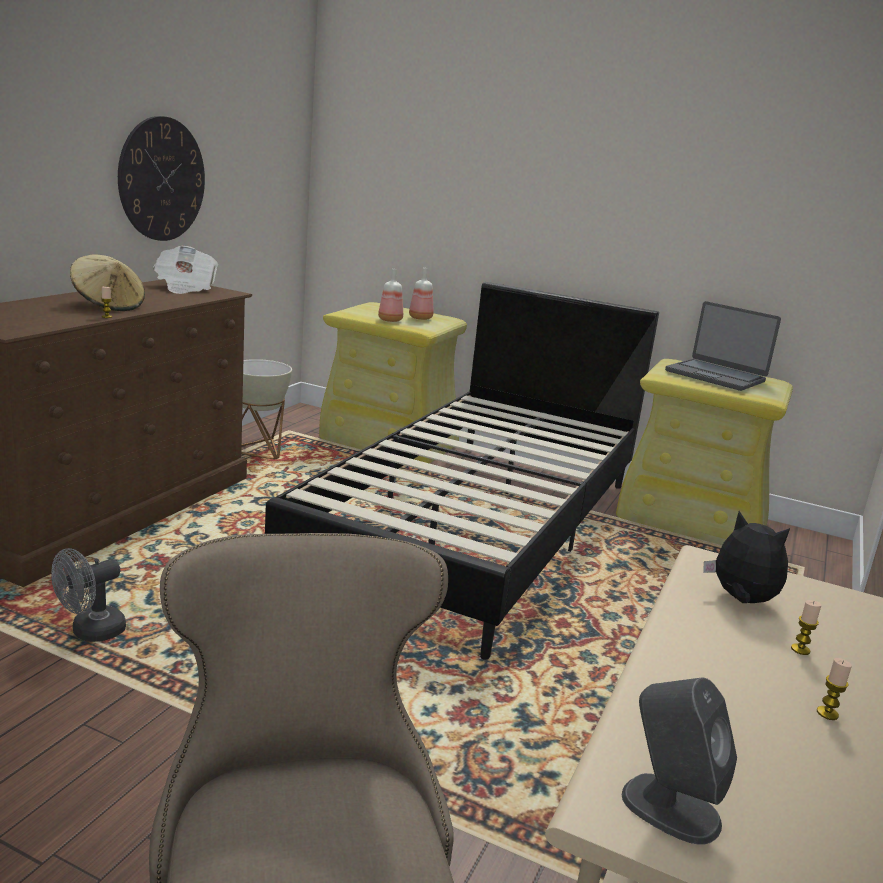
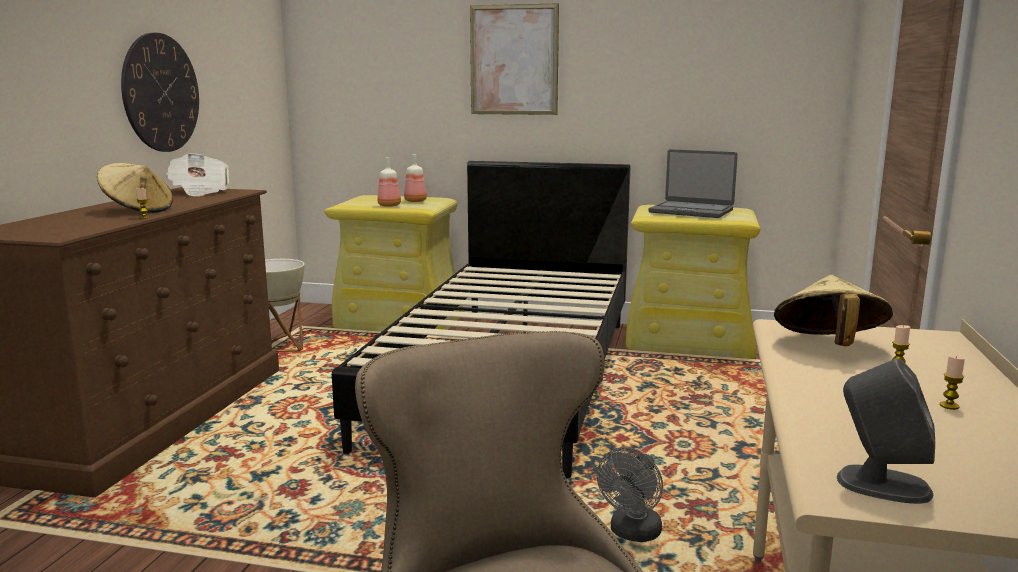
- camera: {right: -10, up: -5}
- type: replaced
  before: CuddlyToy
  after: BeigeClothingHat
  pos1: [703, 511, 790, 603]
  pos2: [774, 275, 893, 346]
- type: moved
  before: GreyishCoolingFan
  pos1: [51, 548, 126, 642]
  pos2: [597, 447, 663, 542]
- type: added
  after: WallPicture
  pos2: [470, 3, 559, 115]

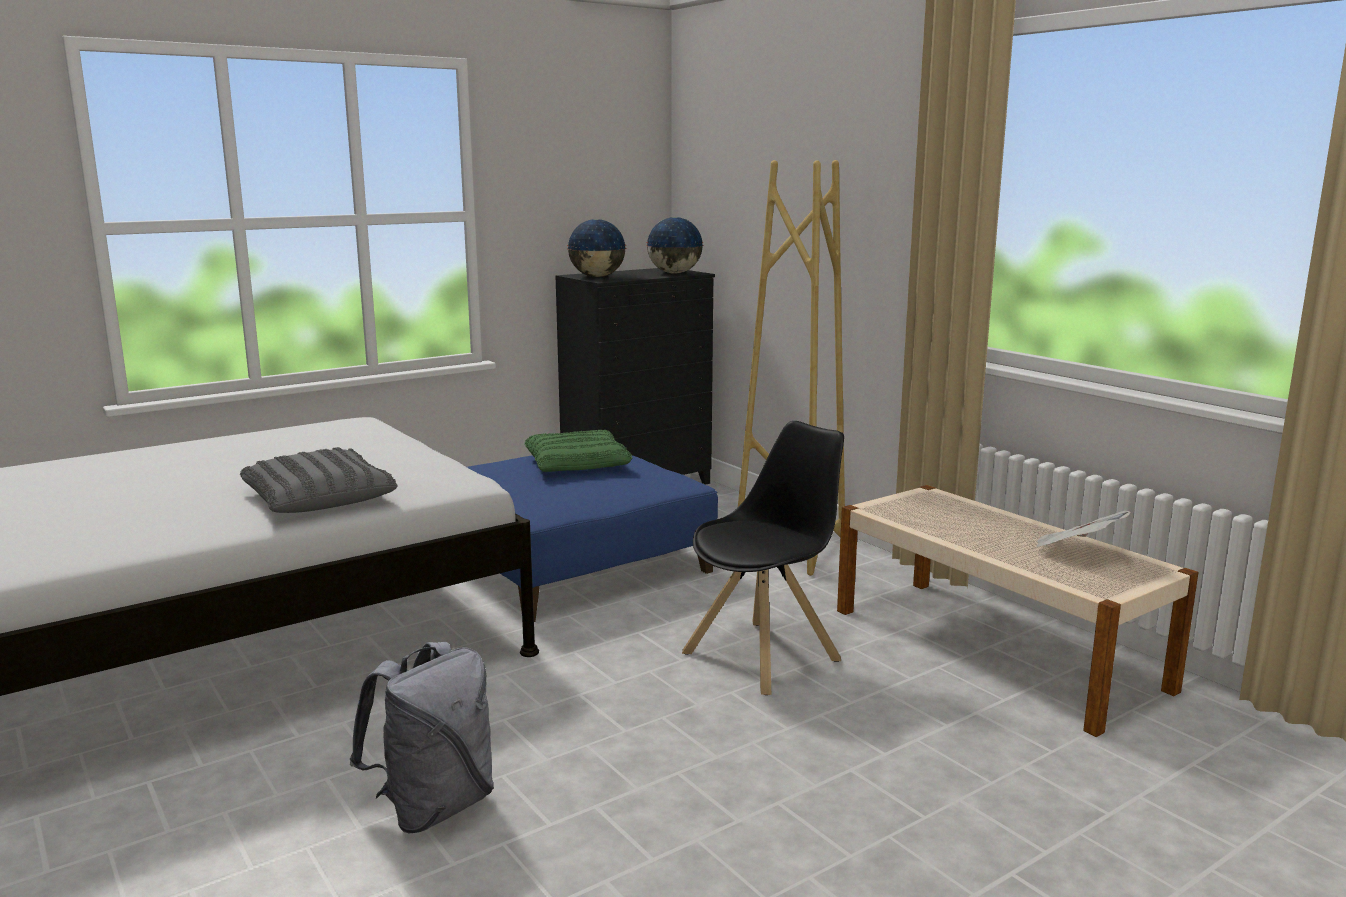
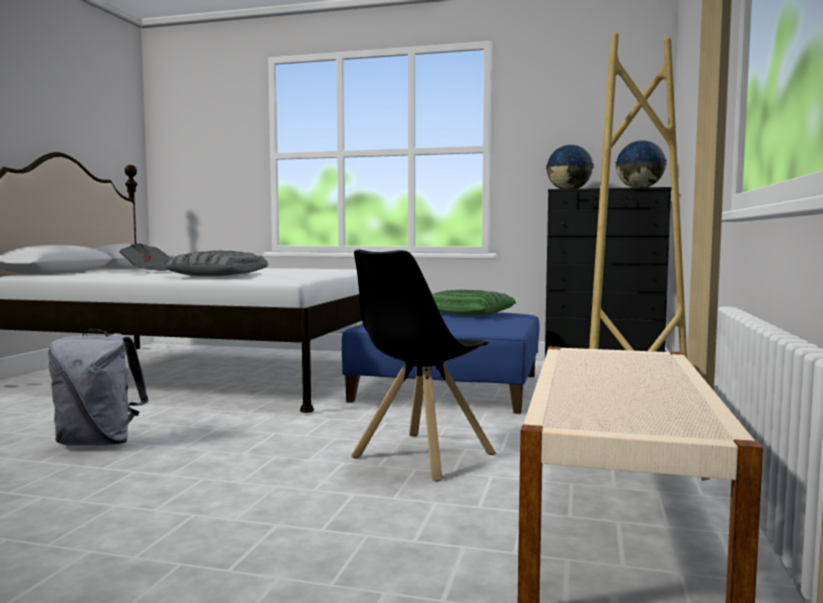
- camera: {right: 50, up: -10}
- type: turned
  before: BlackishPlainChair
  pos1: [682, 421, 844, 695]
  pos2: [351, 249, 496, 481]
  turn: 120
- type: moved
  before: PrintedPaper
  pos1: [1035, 511, 1130, 548]
  pos2: [120, 244, 170, 271]

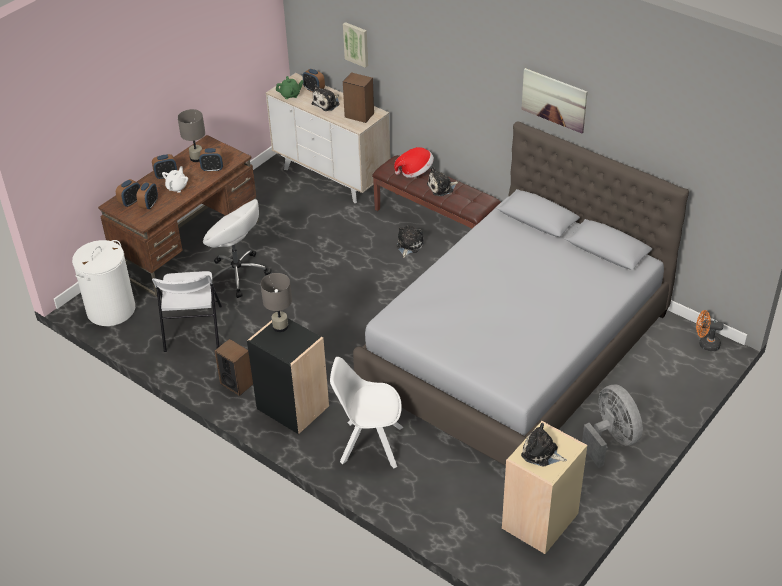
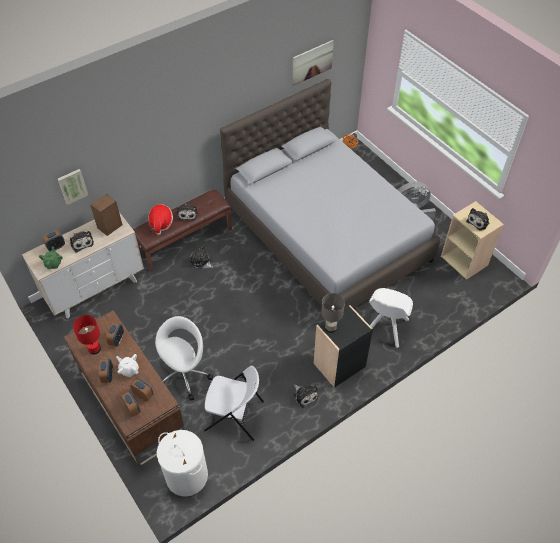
- camera: {right: -75, up: 10}
- type: moved
  before: WallPicture
  pos1: [521, 68, 588, 133]
  pos2: [292, 40, 334, 86]
- type: recoloured
  before: GreyishTableLamp
  after: ReddishTableLamp
  pos1: [178, 109, 205, 162]
  pos2: [73, 315, 101, 355]
- type: replaced
  before: Speaker
  after: CuddlyToy
  pos1: [215, 339, 253, 396]
  pos2: [293, 384, 318, 408]

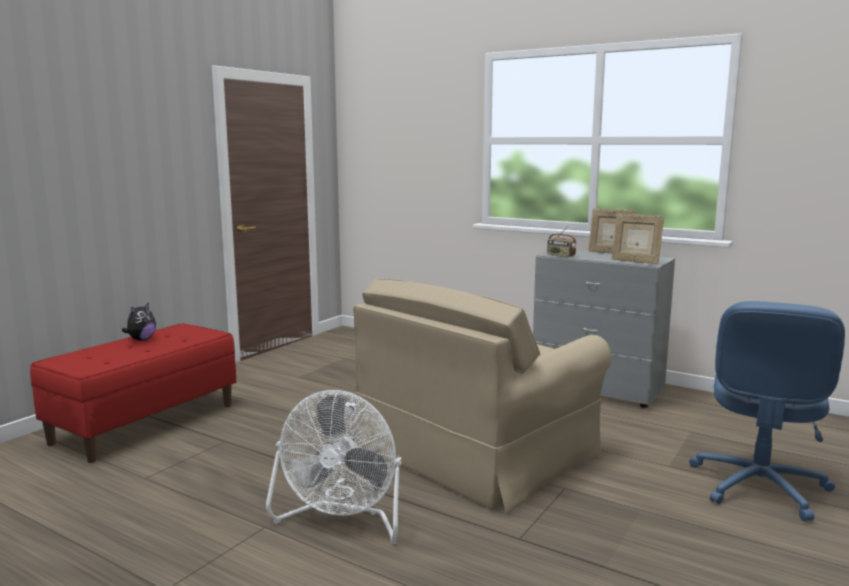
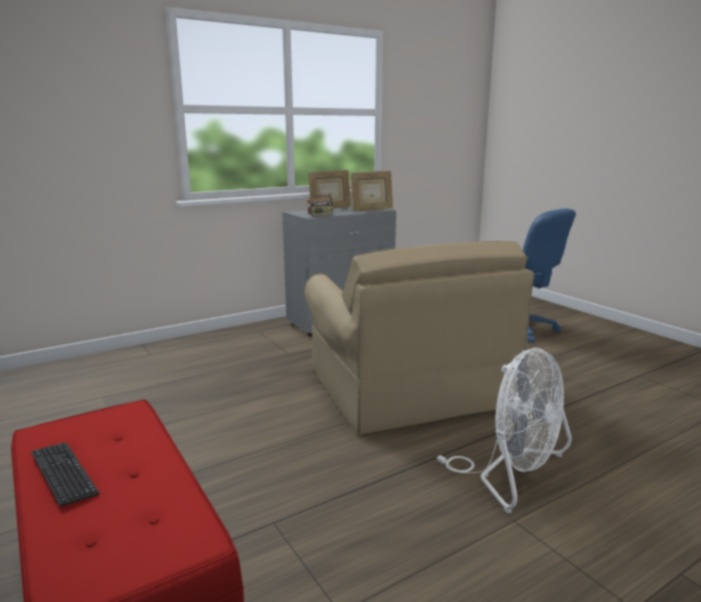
- camera: {right: -65, up: 5}
- type: replaced
  before: CuddlyToy
  after: Keyboard
  pos1: [122, 302, 156, 341]
  pos2: [31, 443, 99, 507]

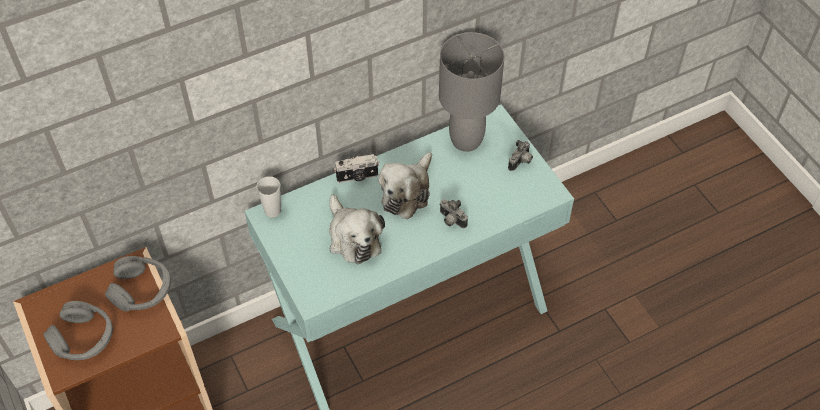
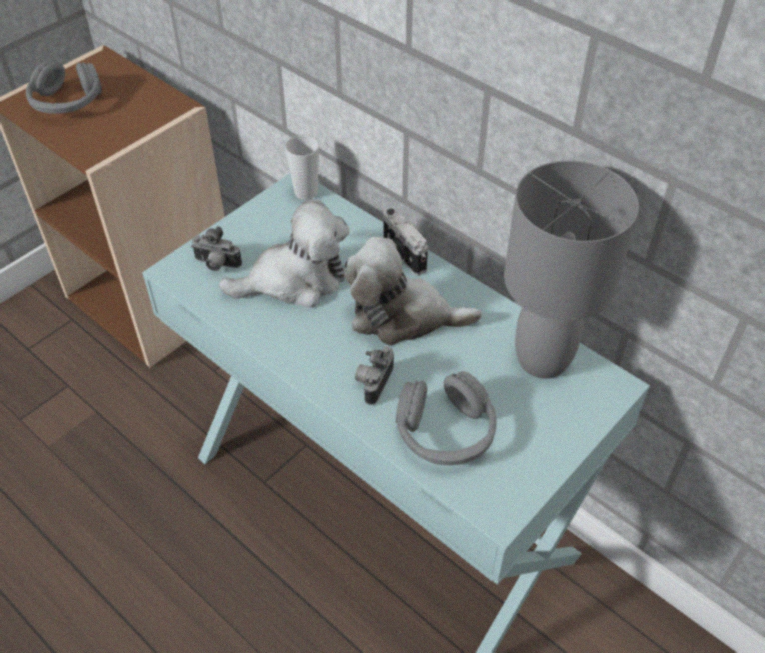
- camera: {right: 70, up: -5}
- type: moved
  before: PhotoCamera
  pos1: [508, 140, 533, 171]
  pos2: [191, 226, 242, 271]
- type: turned
  before: CuddlyToy
  pos1: [329, 195, 385, 264]
  pos2: [219, 199, 350, 308]
  turn: -150
- type: moved
  before: GreyishPairOfHeadphones
  pos1: [105, 256, 171, 311]
  pos2: [396, 371, 497, 465]

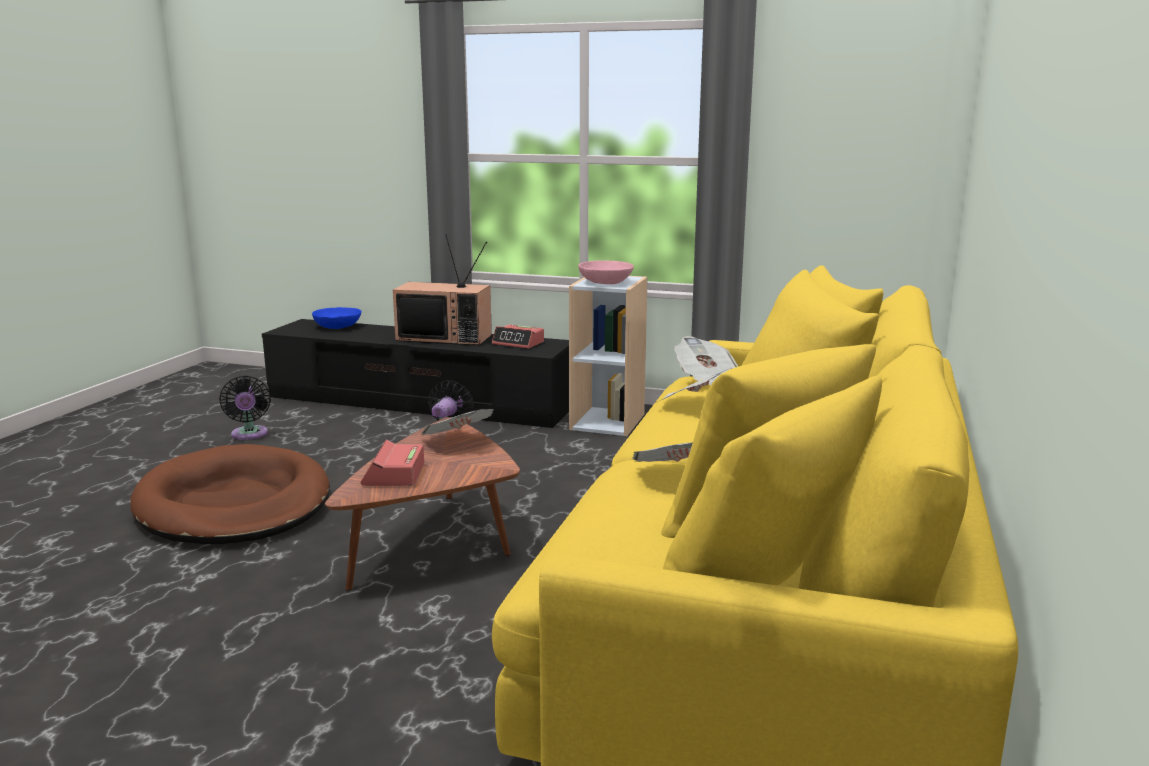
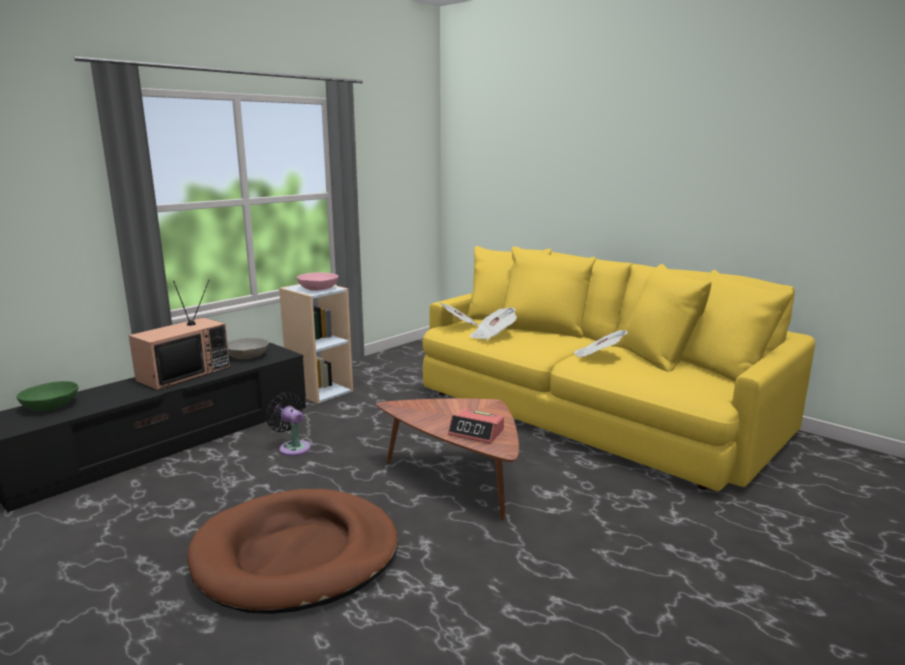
- camera: {right: -65, up: 0}
- type: recoloured
  before: BluishBowl
  after: GreenColouredBowl
  pos1: [312, 307, 361, 329]
  pos2: [17, 381, 79, 411]
- type: replaced
  before: AlarmClock
  after: GreyishBowl
  pos1: [492, 325, 544, 349]
  pos2: [227, 338, 269, 359]
- type: removed
  before: BlackishCoolingFan
  pos1: [219, 376, 271, 440]
- type: removed
  before: PrintedPaper
  pos1: [421, 409, 494, 435]

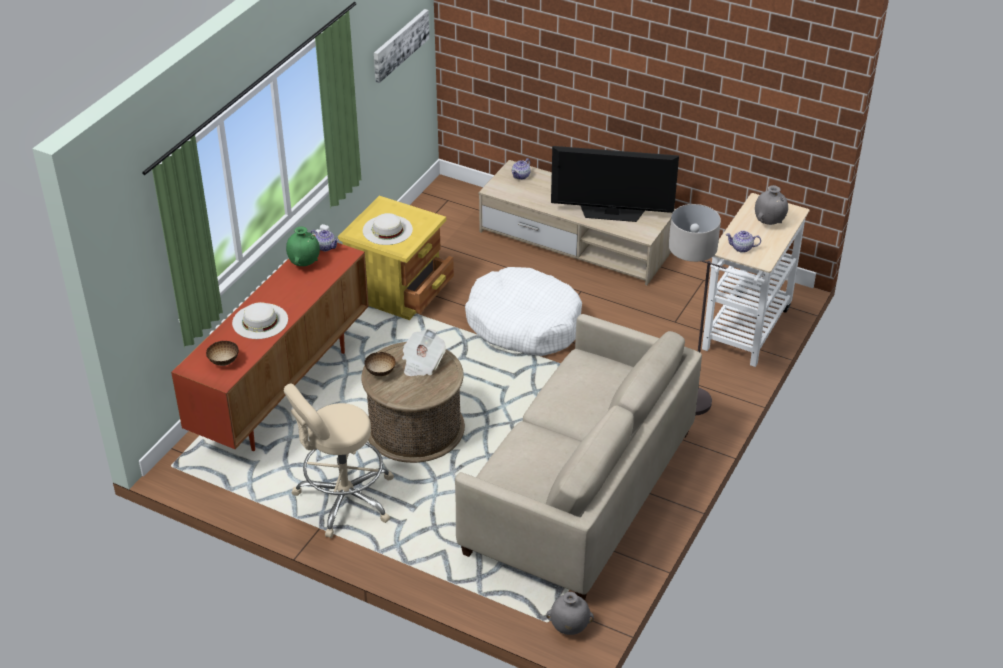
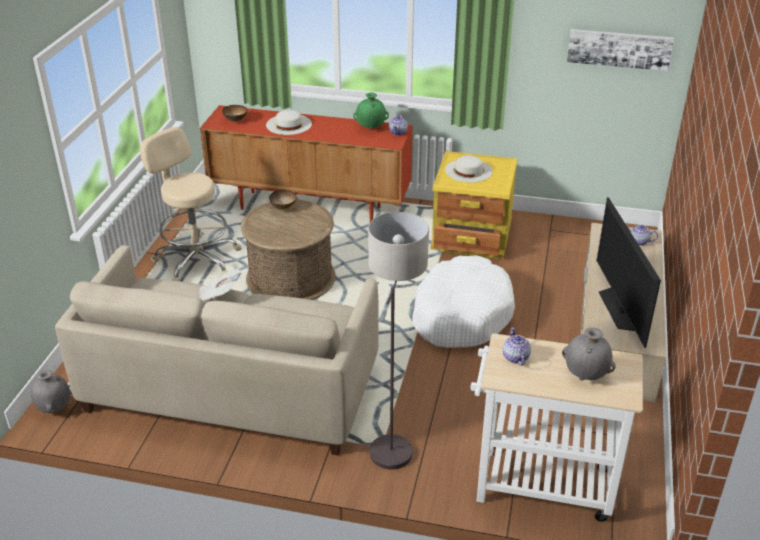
- camera: {right: 75, up: -5}
- type: moved
  before: PrintedPaper
  pos1: [402, 329, 446, 376]
  pos2: [199, 268, 242, 301]

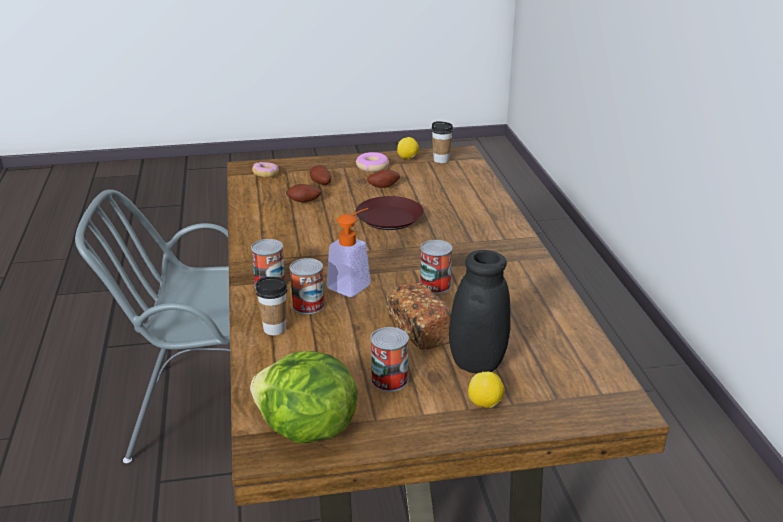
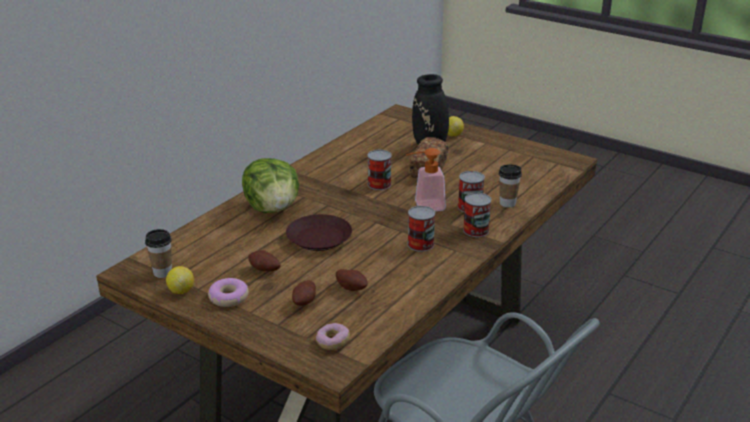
- camera: {right: -135, up: 0}
- type: moved
  before: SealedCan
  pos1: [371, 327, 409, 392]
  pos2: [407, 206, 435, 252]
- type: moved
  before: HeadOfLettuce
  pos1: [250, 351, 357, 444]
  pos2: [242, 158, 299, 213]

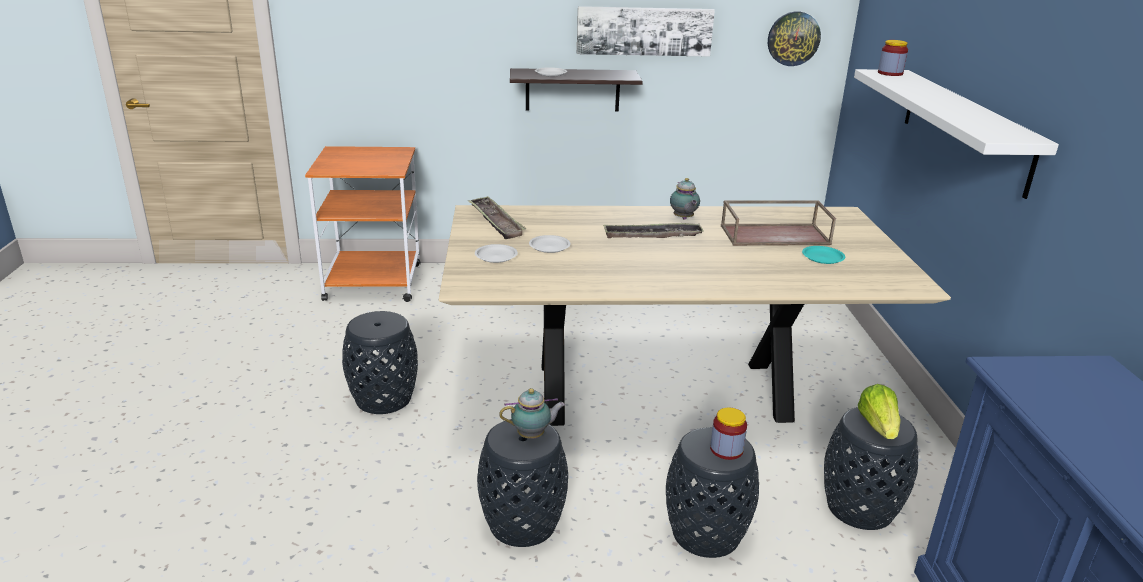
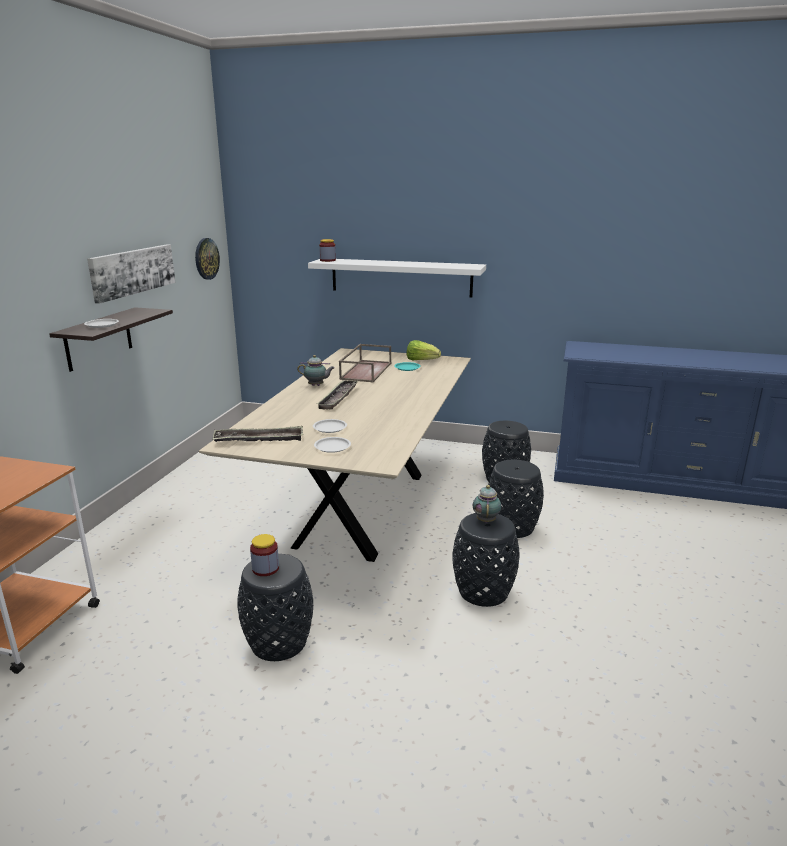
- camera: {right: -70, up: -5}
- type: moved
  before: HeadOfLettuce
  pos1: [858, 384, 901, 439]
  pos2: [406, 340, 441, 360]
- type: moved
  before: StorageJar
  pos1: [710, 407, 747, 460]
  pos2: [250, 534, 279, 576]

